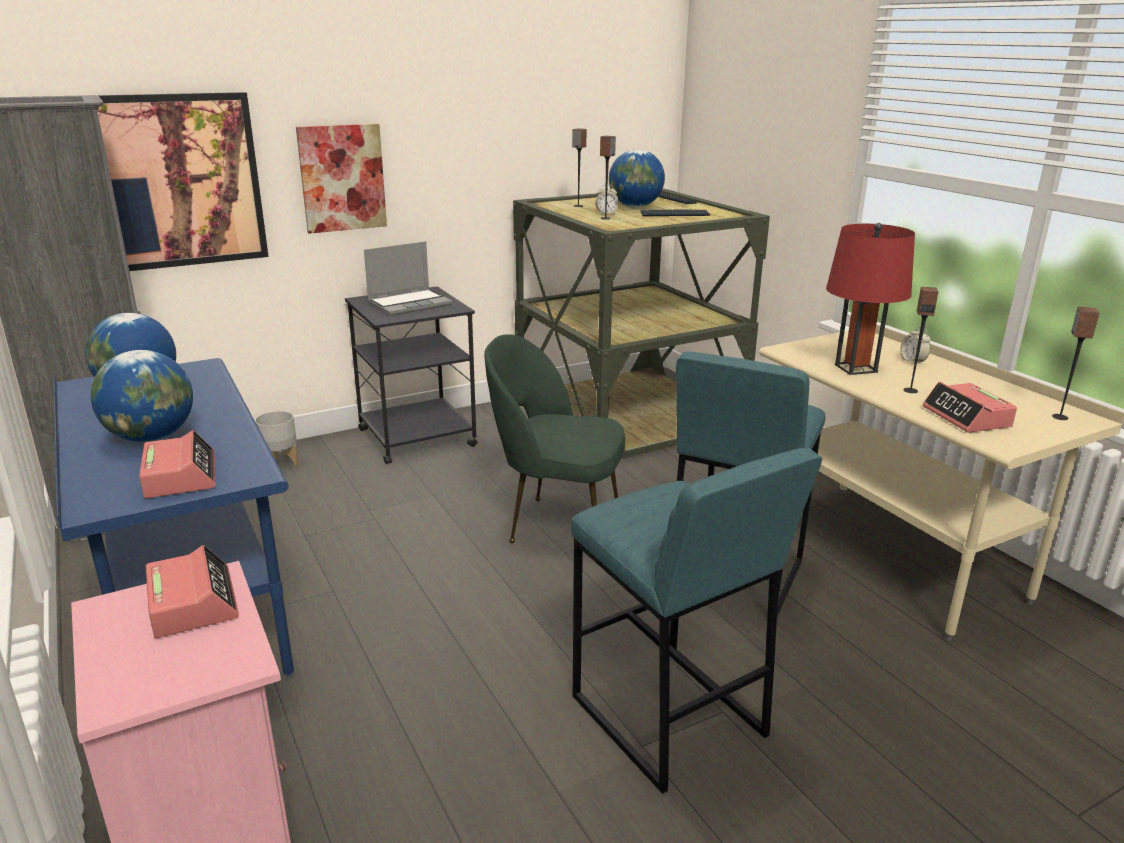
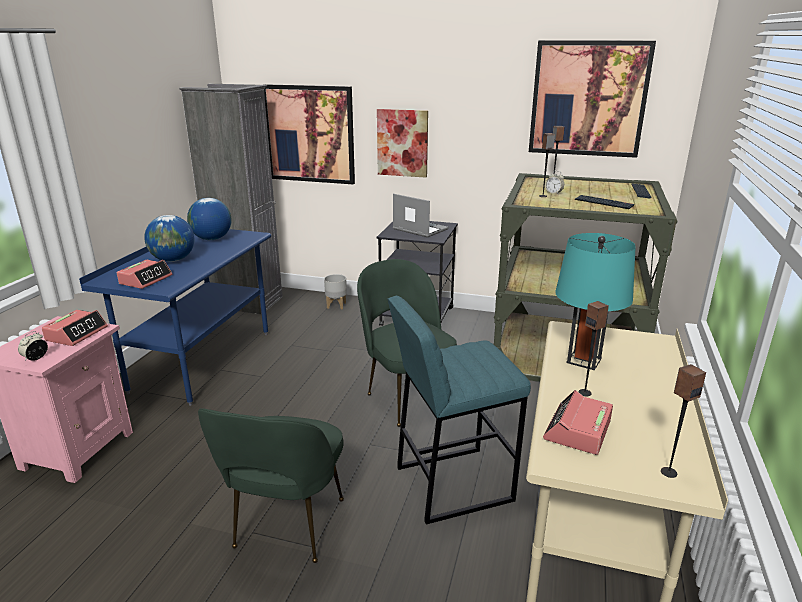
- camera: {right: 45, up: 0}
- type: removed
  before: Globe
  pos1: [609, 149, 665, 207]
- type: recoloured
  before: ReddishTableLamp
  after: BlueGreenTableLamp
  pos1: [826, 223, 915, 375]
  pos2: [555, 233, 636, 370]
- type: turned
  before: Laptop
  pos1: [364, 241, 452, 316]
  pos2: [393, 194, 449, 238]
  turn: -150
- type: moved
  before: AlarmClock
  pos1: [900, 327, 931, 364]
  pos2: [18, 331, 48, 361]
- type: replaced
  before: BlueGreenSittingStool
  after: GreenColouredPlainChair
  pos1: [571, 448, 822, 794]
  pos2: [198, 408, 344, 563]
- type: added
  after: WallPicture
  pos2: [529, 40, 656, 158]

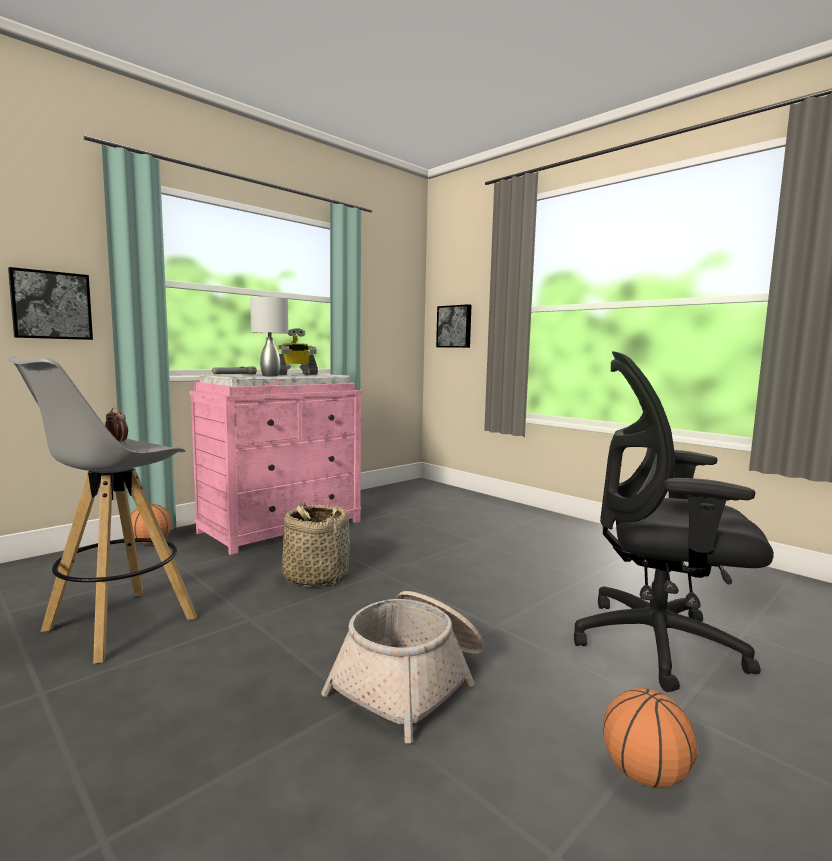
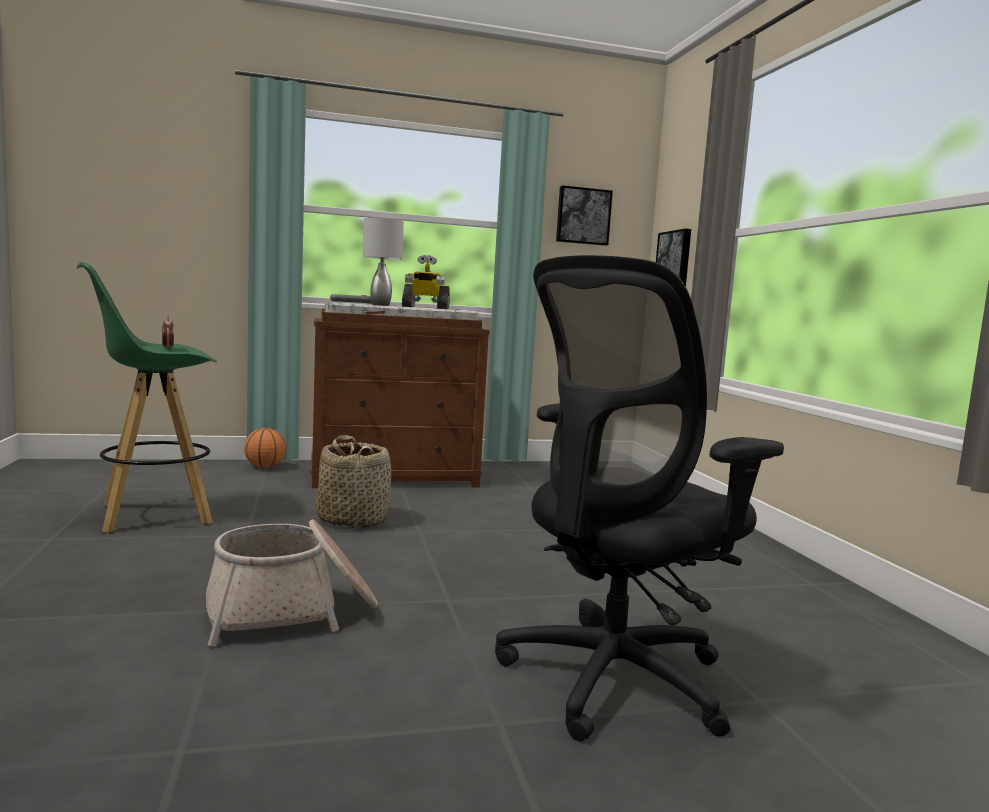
- camera: {right: 30, up: 0}
- type: moved
  before: WallPicture
  pos1: [8, 267, 93, 340]
  pos2: [556, 185, 613, 246]
- type: turned
  before: BlackishComputerChair
  pos1: [574, 351, 774, 692]
  pos2: [495, 255, 784, 742]
  turn: -90
- type: recoloured
  before: GreyishSittingStool
  after: GreenColouredSittingStool
  pos1: [8, 356, 197, 664]
  pos2: [77, 262, 217, 533]
- type: recoloured
  before: PinkishDresser
  after: BrownColouredDresser
  pos1: [190, 373, 362, 555]
  pos2: [311, 302, 490, 488]
- type: removed
  before: BallForBasketball
  pos1: [603, 688, 697, 788]

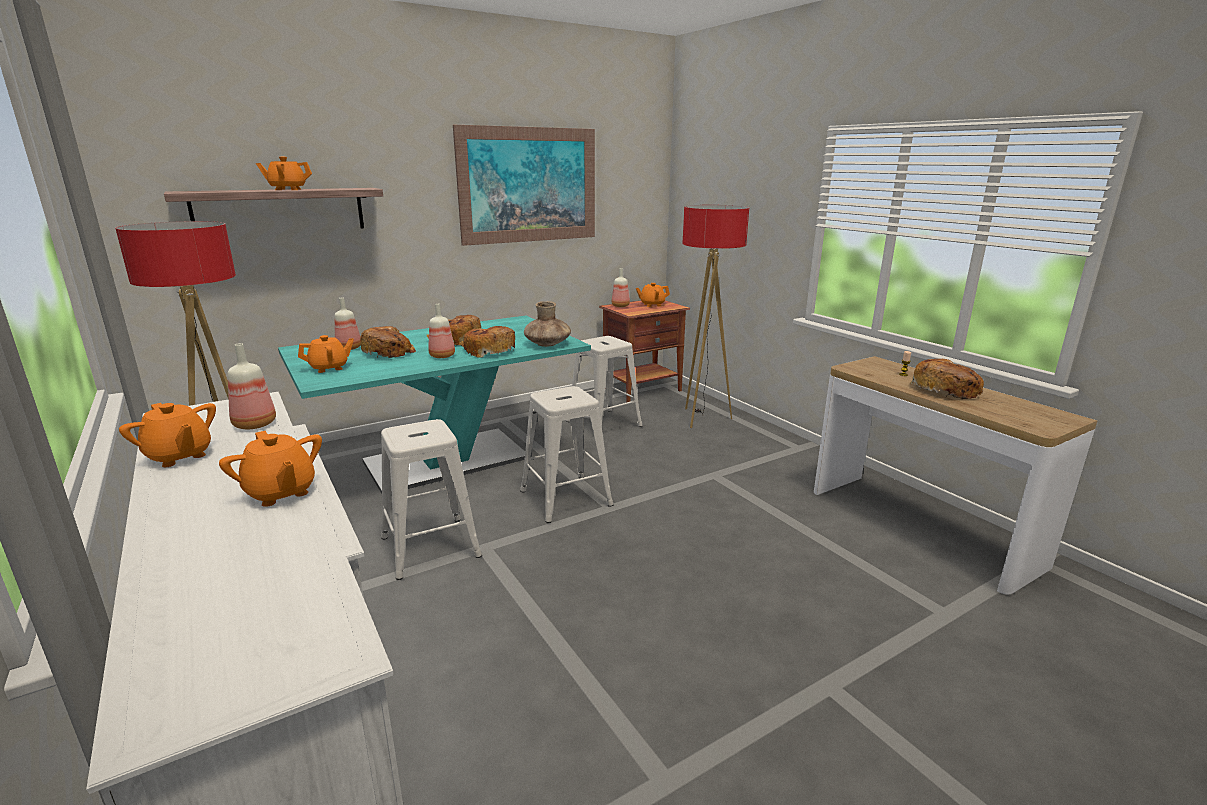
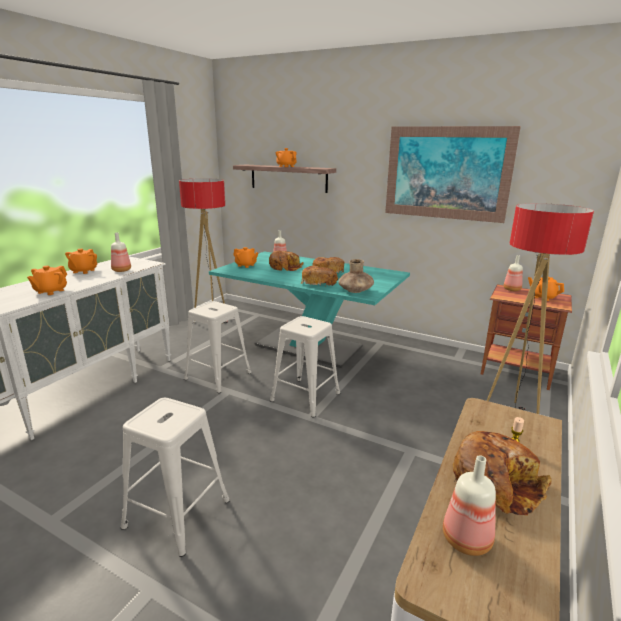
- camera: {right: 60, up: 0}
- type: moved
  before: BeverageBottle
  pos1: [428, 304, 455, 358]
  pos2: [443, 455, 496, 556]
- type: moved
  before: WhitishSittingStool
  pos1: [566, 336, 643, 427]
  pos2: [120, 398, 230, 557]

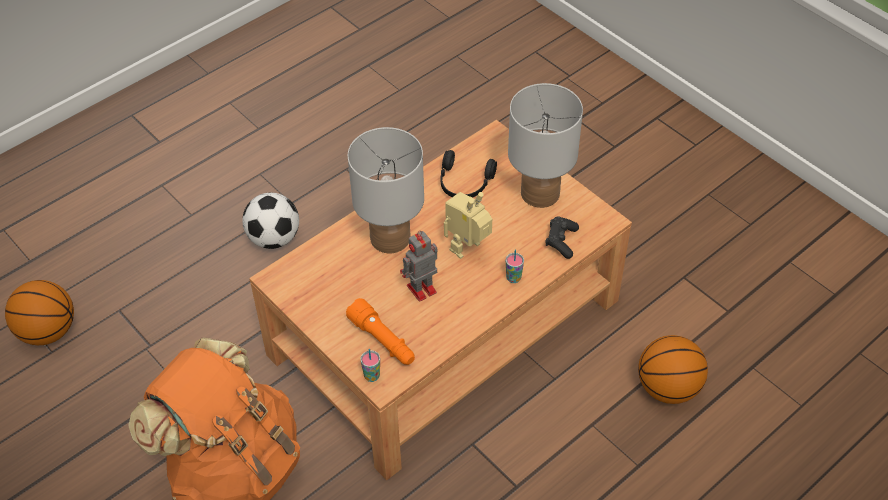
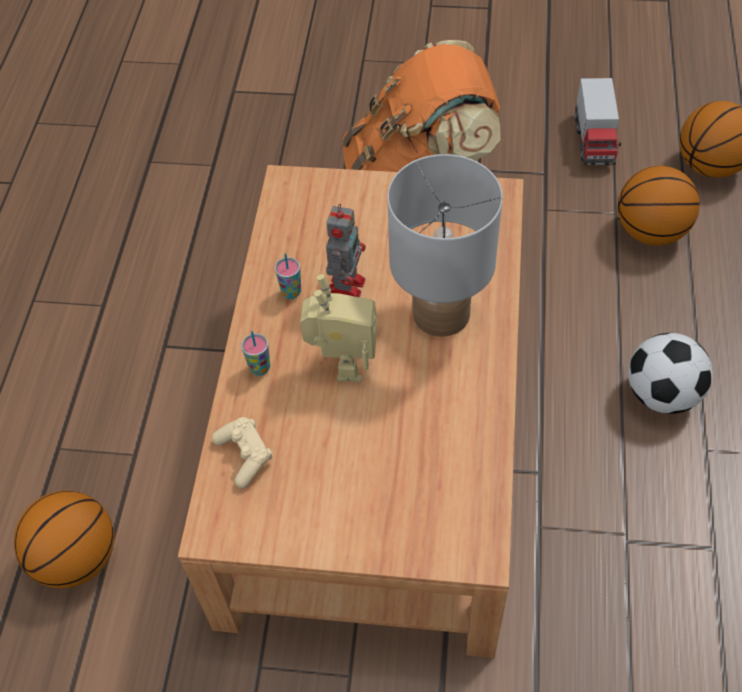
- camera: {right: 140, up: 5}
- type: removed
  before: GreyishTableLamp
  pos1: [508, 83, 583, 208]
- type: removed
  before: BlackishPairOfHeadphones
  pos1: [441, 150, 497, 198]
- type: recoloured
  before: BlackishJoypad
  after: BeigeJoypad
  pos1: [545, 216, 579, 259]
  pos2: [212, 417, 273, 489]
- type: removed
  before: OrangeColouredHandTorch
  pos1: [346, 298, 415, 365]
- type: moved
  before: DrinkingCup
  pos1: [360, 349, 380, 382]
  pos2: [275, 253, 301, 299]
- type: added
  after: ModelTruck
  pos2: [575, 78, 621, 165]
- type: added
  after: BallForBasketball
  pos2: [618, 166, 700, 246]

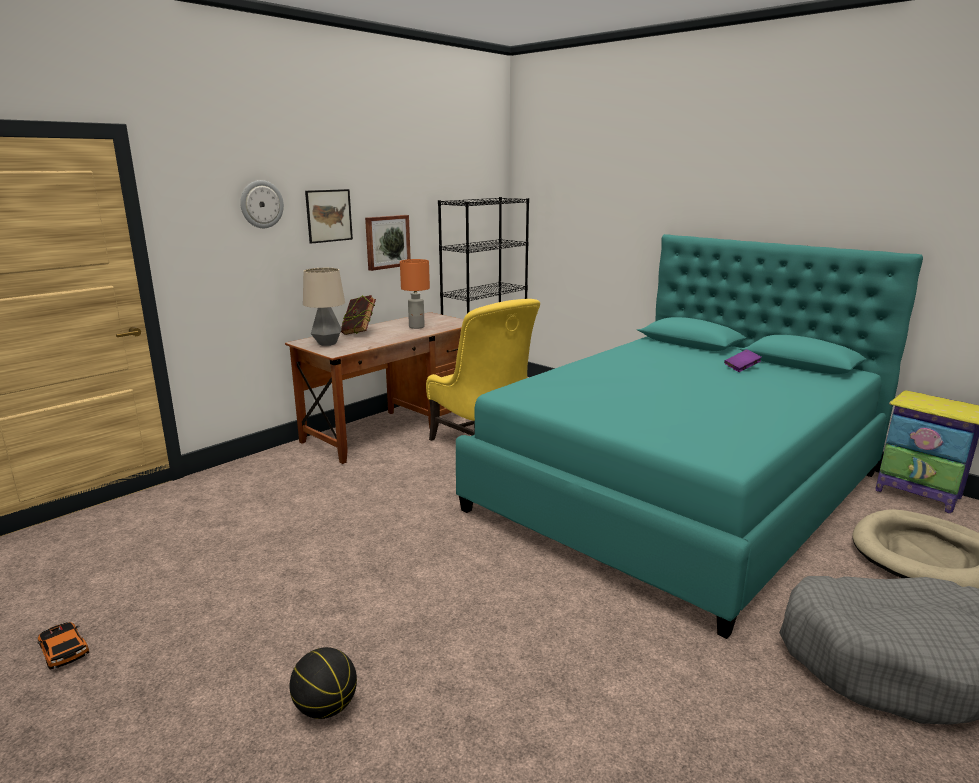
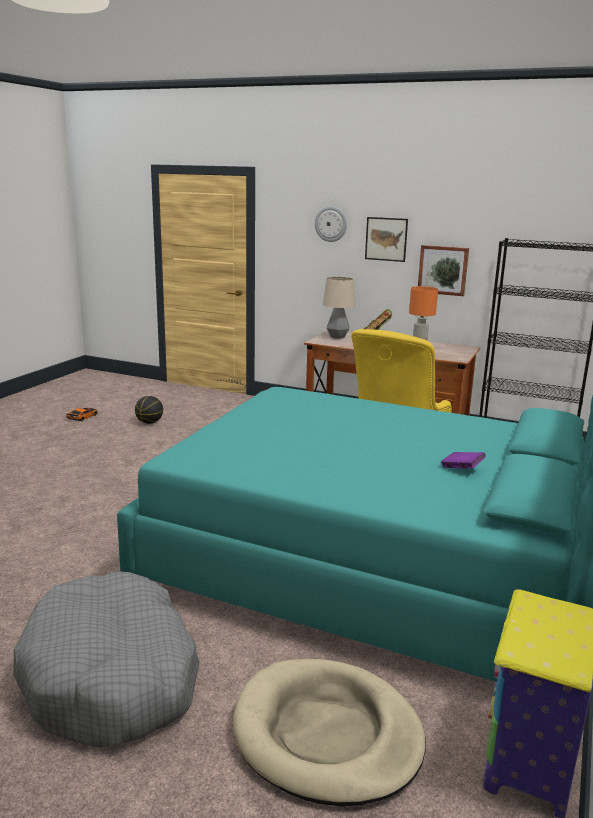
- camera: {right: 70, up: 0}
- type: moved
  before: BallForBasketball
  pos1: [290, 647, 357, 719]
  pos2: [135, 396, 163, 424]

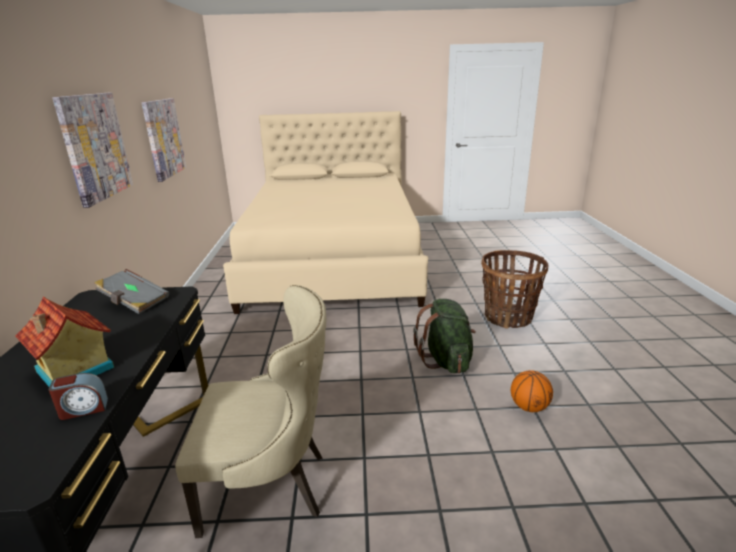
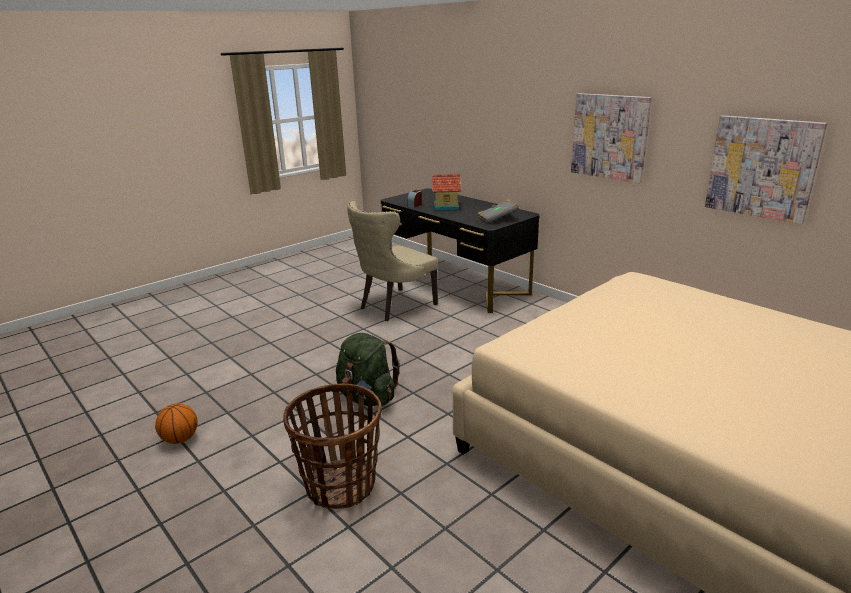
- camera: {right: 140, up: 0}
- type: moved
  before: BallForBasketball
  pos1: [511, 370, 553, 412]
  pos2: [155, 403, 198, 444]

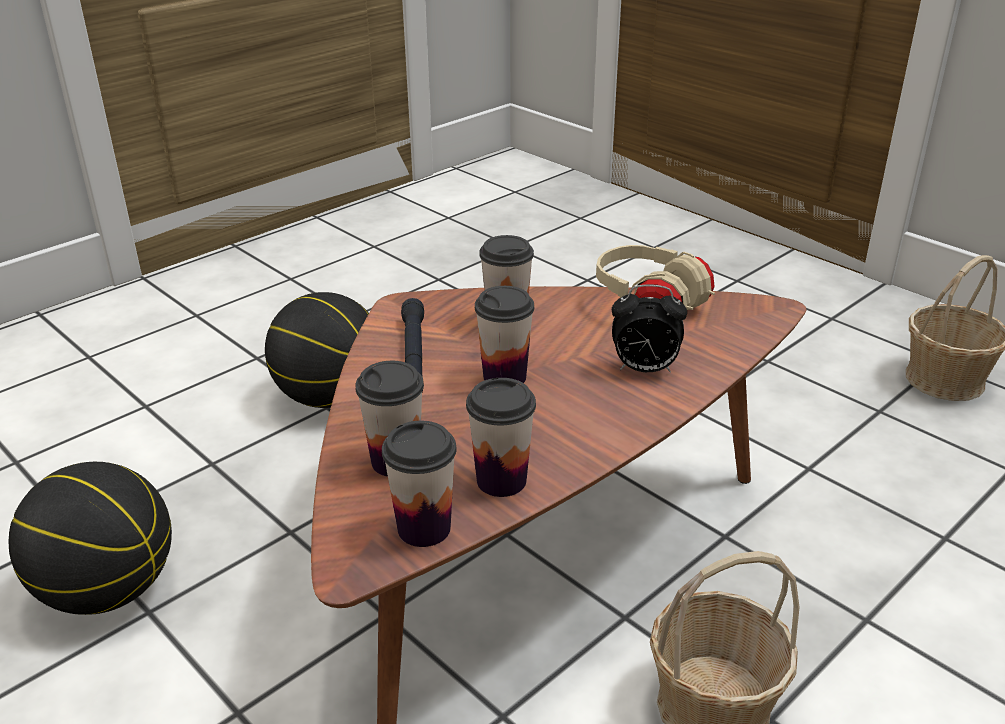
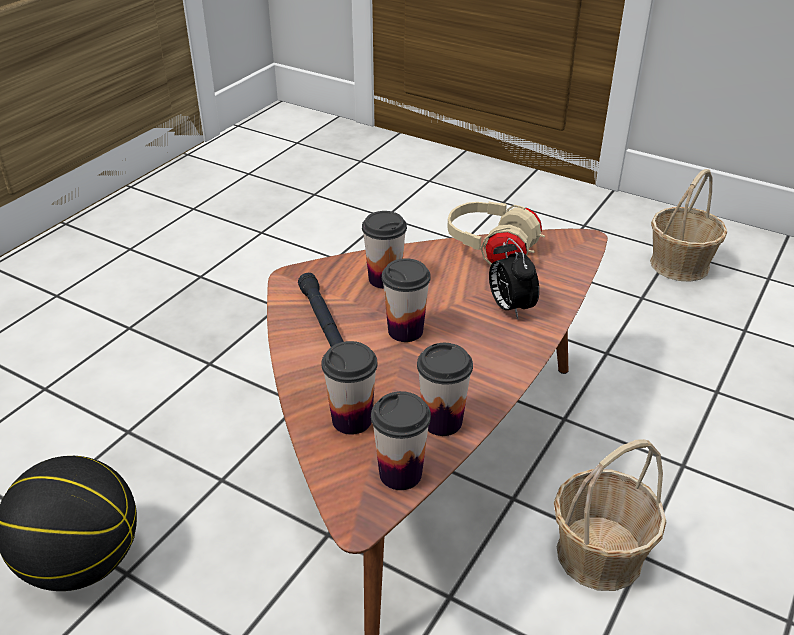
- camera: {right: -15, up: 5}
- type: turned
  before: AlarmClock
  pos1: [612, 285, 687, 373]
  pos2: [489, 238, 539, 319]
  turn: 75
- type: removed
  before: BallForBasketball
  pos1: [265, 292, 369, 408]

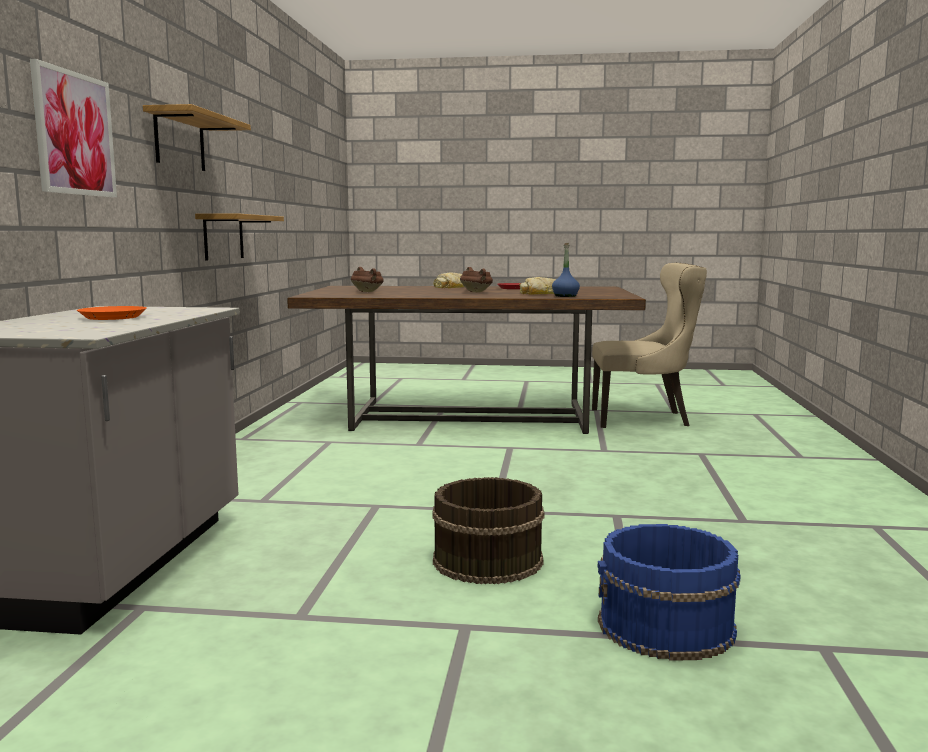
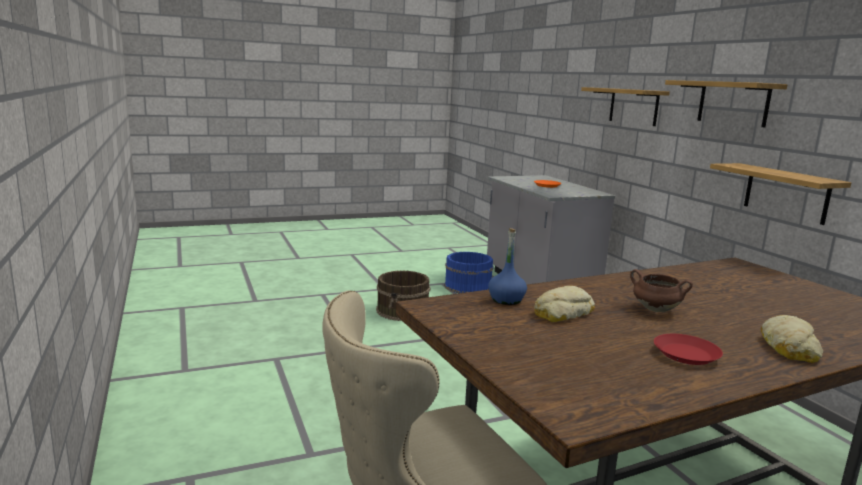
- camera: {right: 150, up: 5}
- type: replaced
  before: WallPicture
  after: BracketShelf
  pos1: [30, 59, 117, 197]
  pos2: [581, 87, 670, 126]
- type: removed
  before: BrownColouredCookingPot
  pos1: [351, 267, 384, 292]
- type: moved
  before: BluishBucket
  pos1: [598, 524, 741, 661]
  pos2: [444, 252, 494, 293]

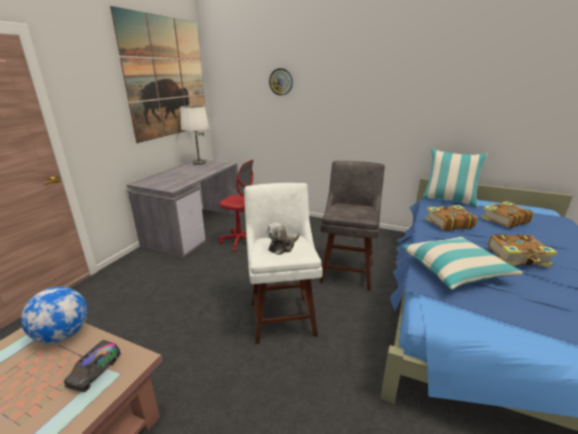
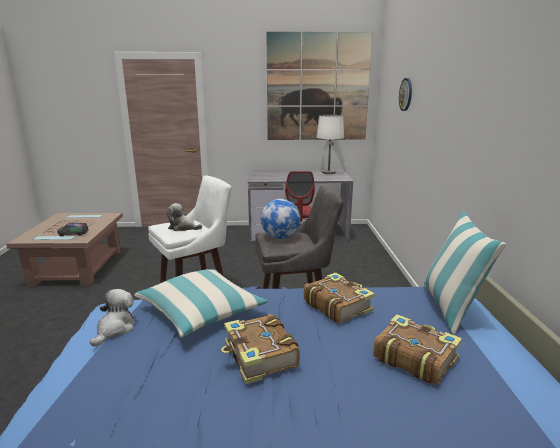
- camera: {right: 65, up: -5}
- type: moved
  before: Globe
  pos1: [21, 287, 88, 343]
  pos2: [261, 199, 300, 239]
- type: added
  after: CuddlyToy
  pos2: [90, 289, 135, 347]

